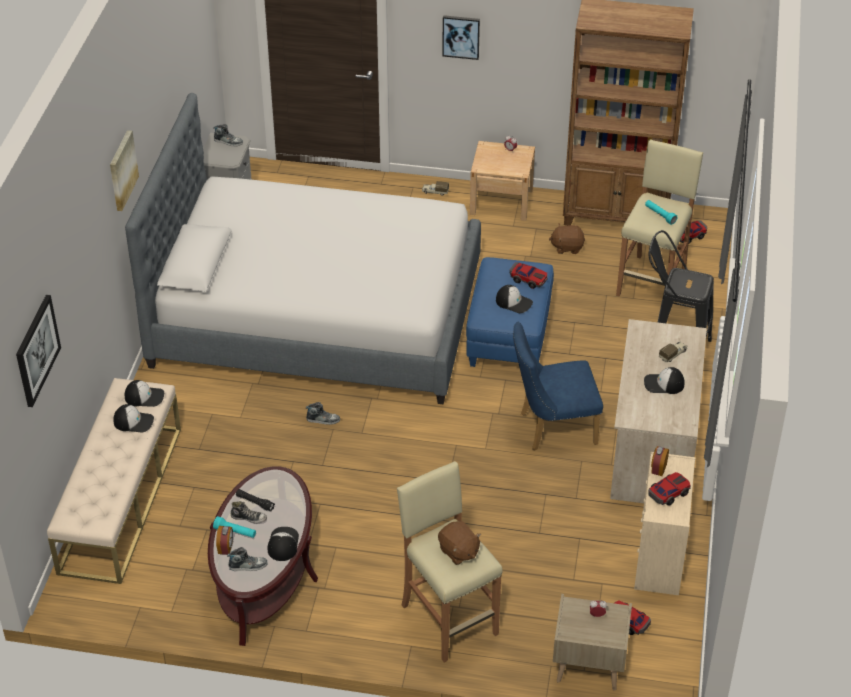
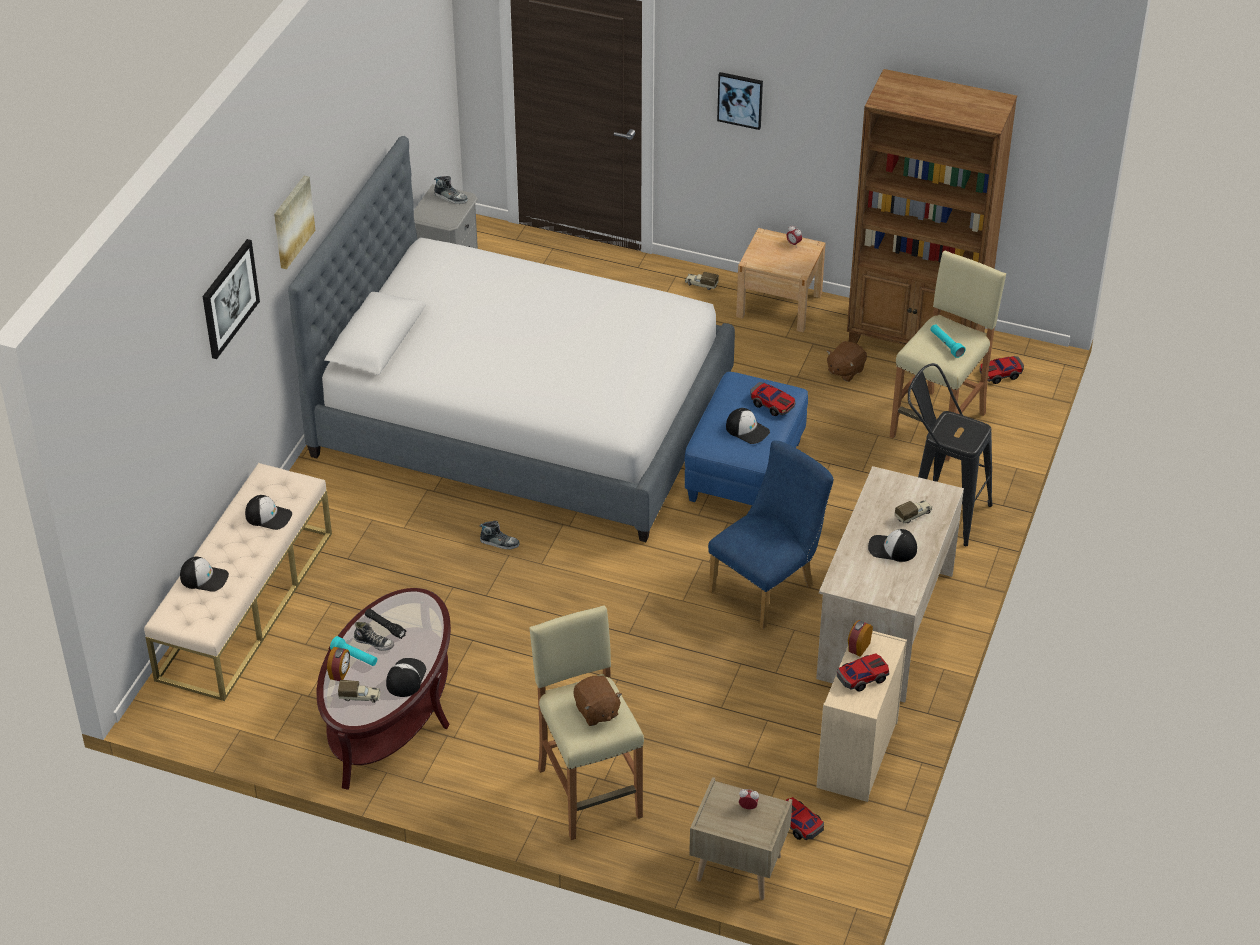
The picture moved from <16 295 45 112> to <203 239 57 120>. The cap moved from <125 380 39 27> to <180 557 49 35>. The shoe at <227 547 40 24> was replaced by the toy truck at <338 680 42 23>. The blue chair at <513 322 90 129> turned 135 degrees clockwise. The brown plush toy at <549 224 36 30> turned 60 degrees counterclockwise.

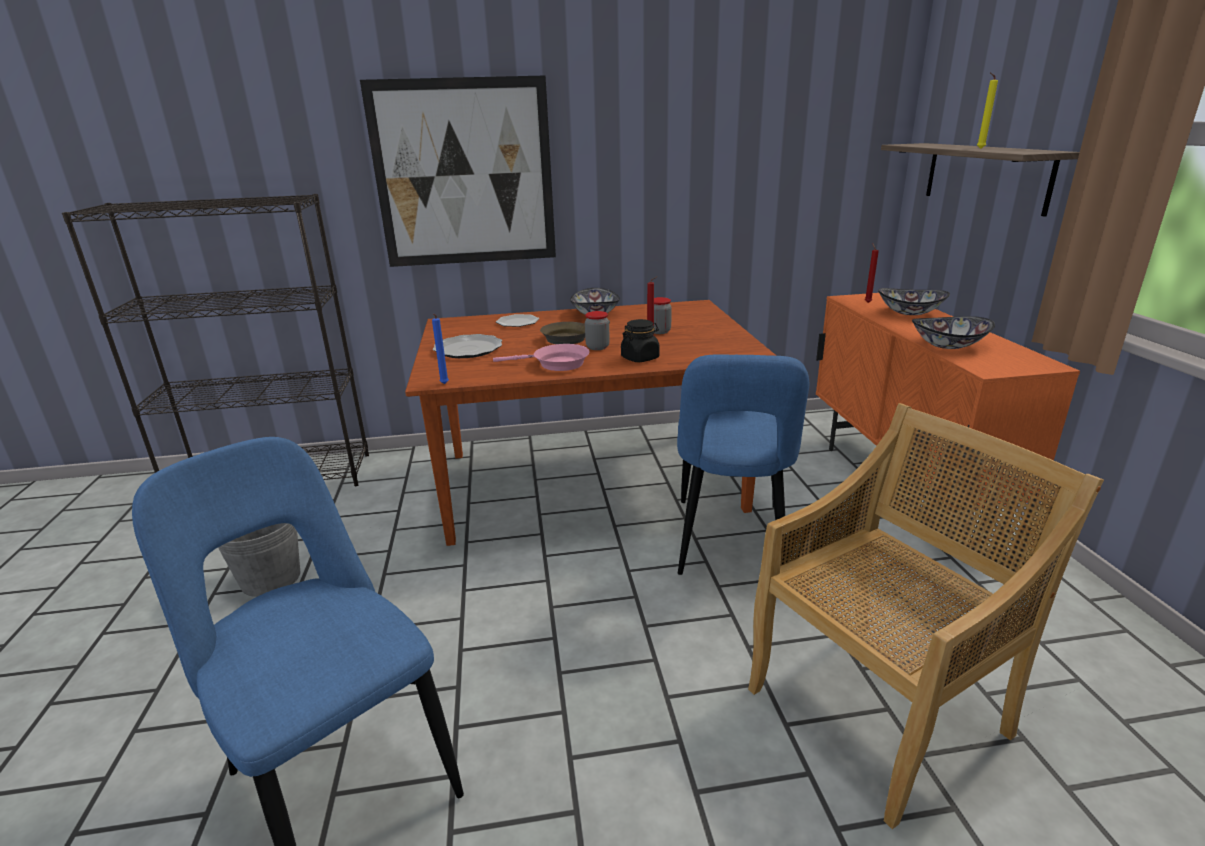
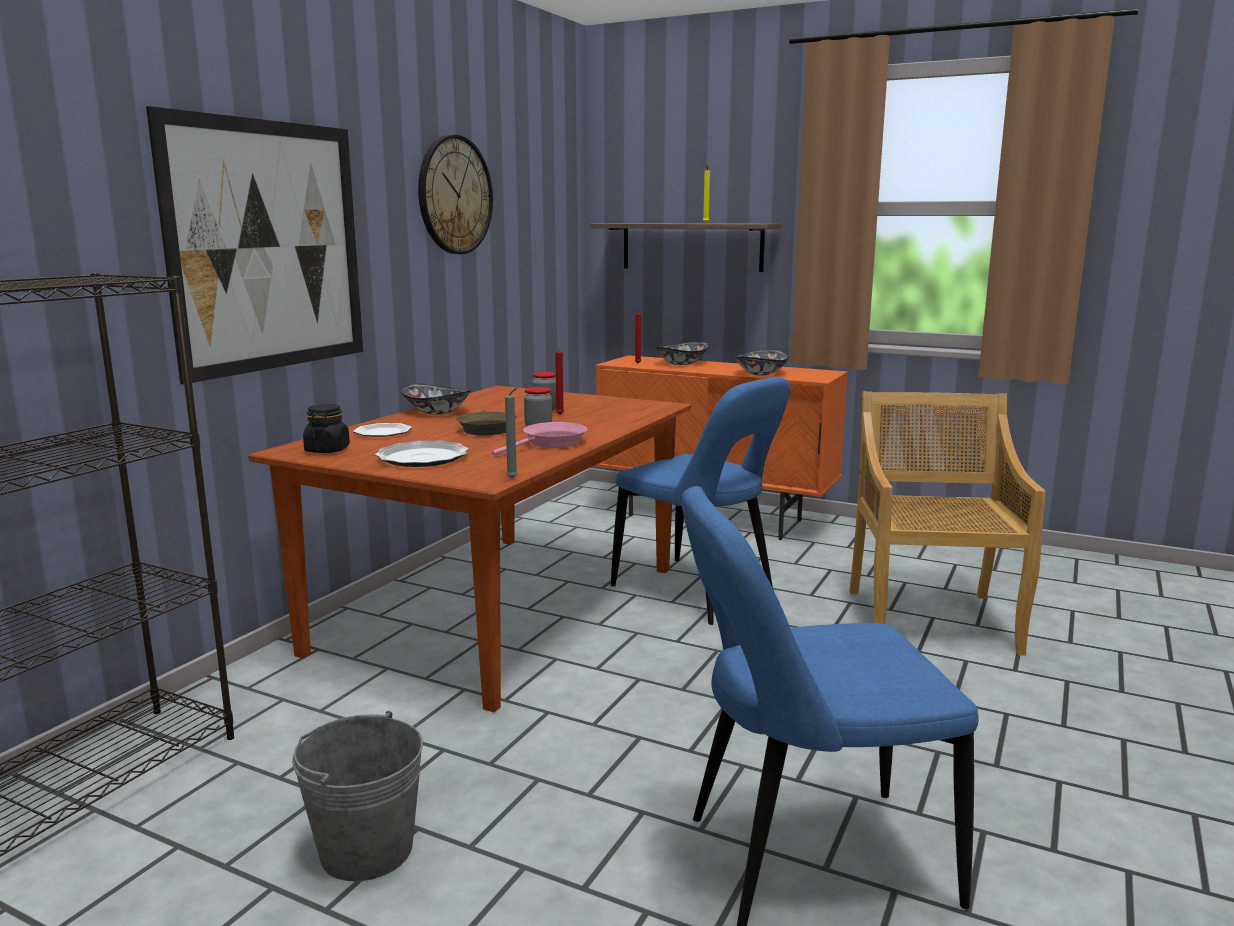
The blue candle at <432 314 17 70> became the grey candle at <505 388 13 91>. The black jar moved from <621 319 39 43> to <303 404 47 49>. The wall clock at <418 135 75 119> appeared.

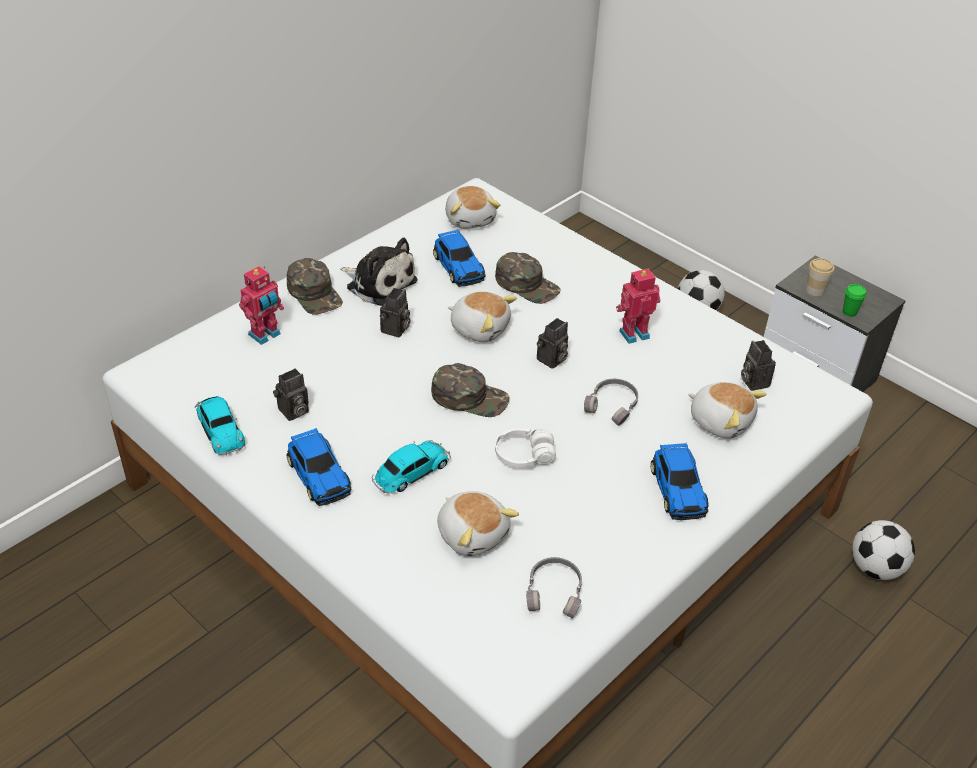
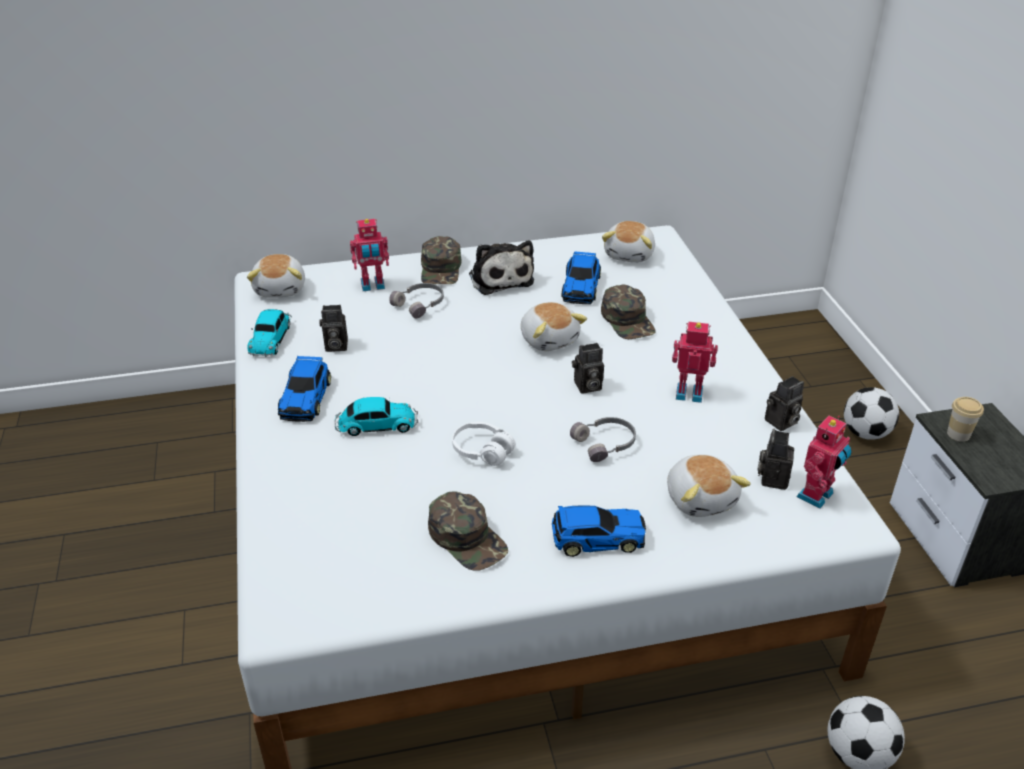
The photo camera moved from <380 288 30 49> to <765 376 39 55>. The green cap moved from <431 363 79 54> to <428 491 80 80>. The plush toy moved from <437 491 82 66> to <247 254 58 44>. The grey headphones moved from <526 557 56 61> to <389 283 55 35>. The toy car at <651 443 58 77> turned 120 degrees counterclockwise. The green cup at <843 284 24 33> disappeared. The toy robot at <796 416 56 93> appeared.

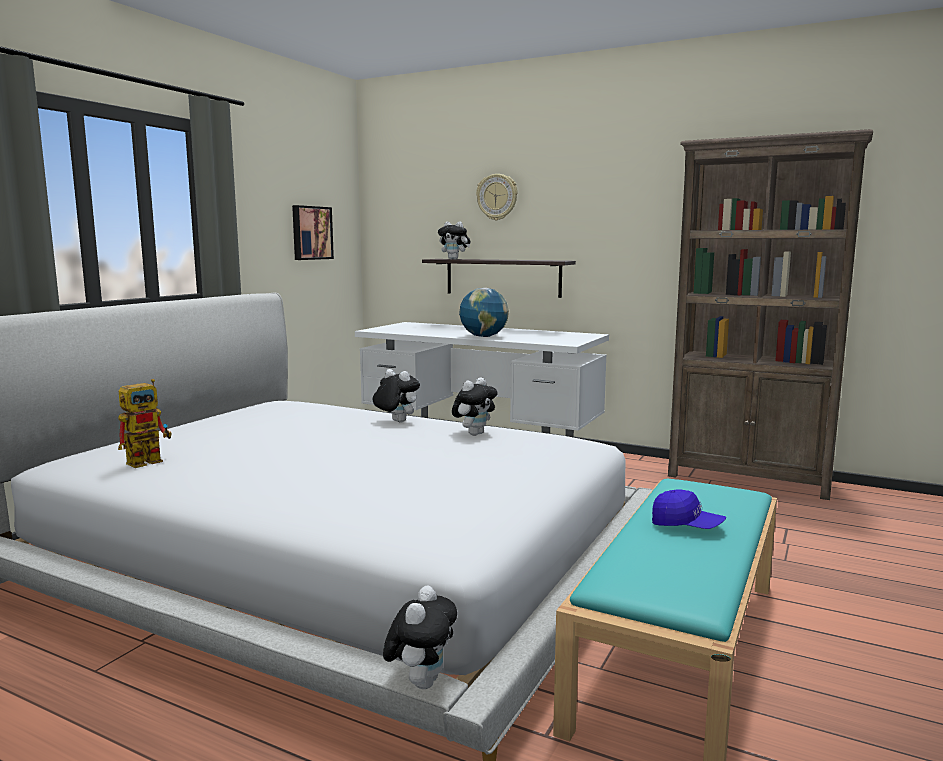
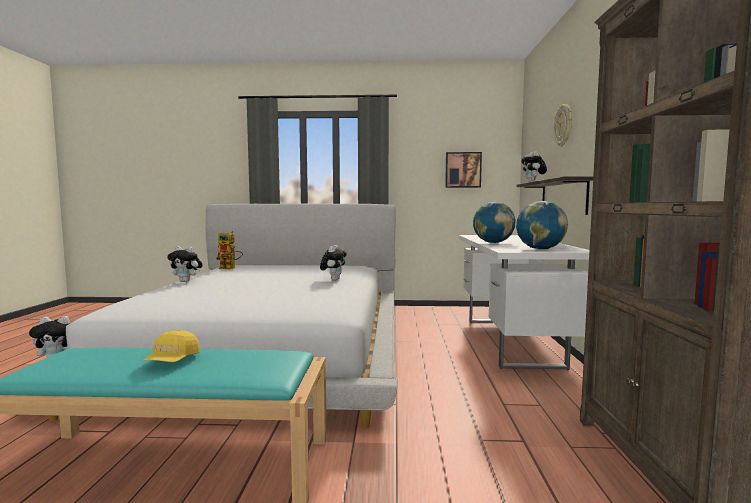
The plush toy moved from <452 377 46 59> to <168 246 34 36>. The blue cap at <652 490 74 39> became the yellow cap at <143 330 57 32>. The globe at <516 201 52 48> appeared.

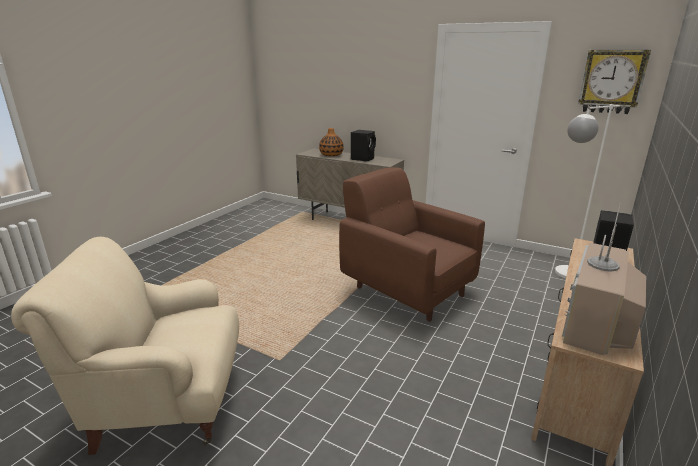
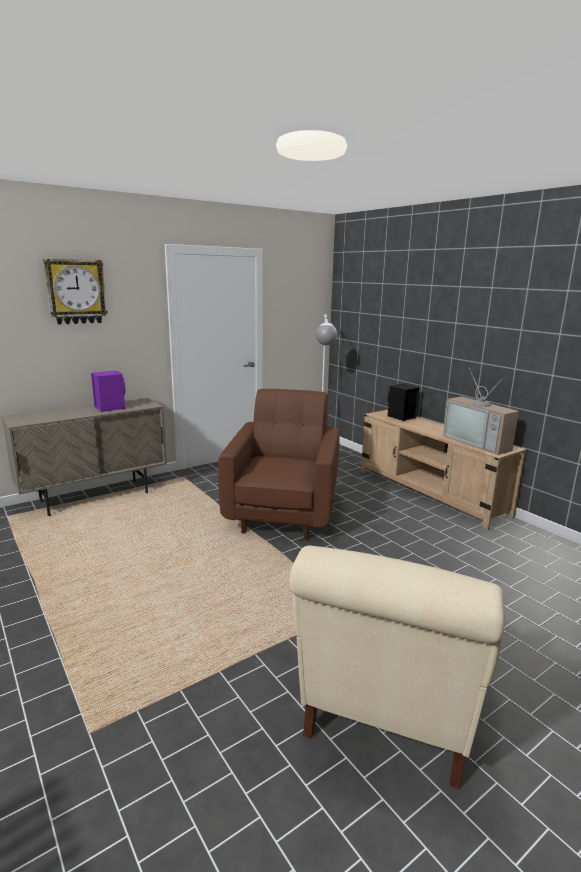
The vase at <319 128 25 28> disappeared. The brown armchair at <339 167 146 155> turned 120 degrees clockwise. The black speaker at <351 130 25 32> became the purple speaker at <91 370 34 42>. The wall clock moved from <578 50 73 64> to <43 259 65 66>.

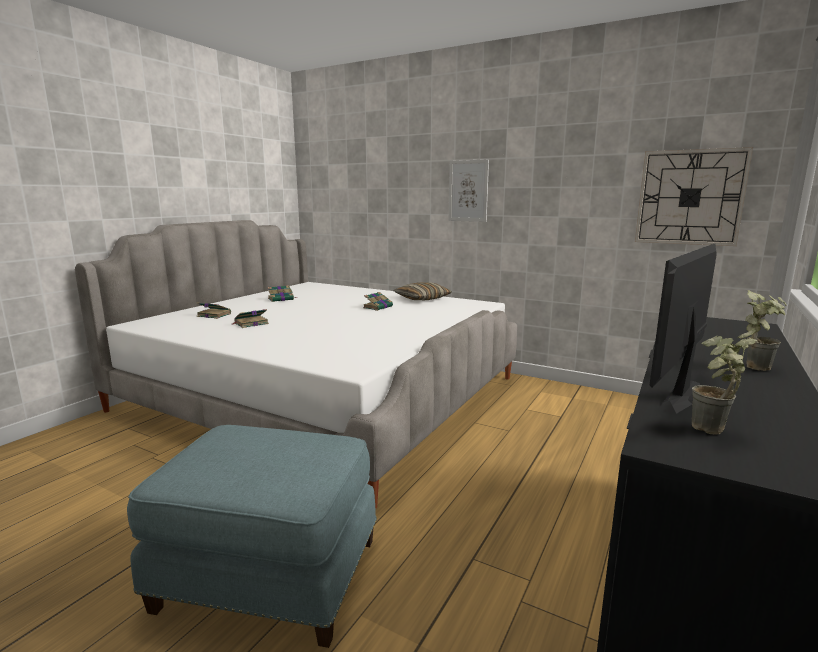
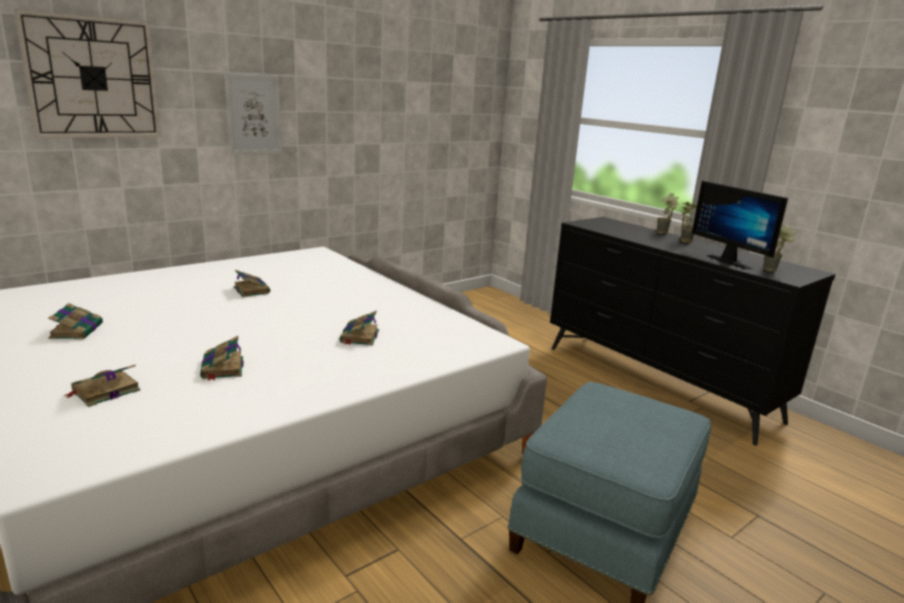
The pillow at <394 282 58 18> disappeared. The wall clock moved from <635 147 118 99> to <14 9 147 129>. The book at <340 311 39 35> appeared. The potted plant at <657 193 22 41> appeared.

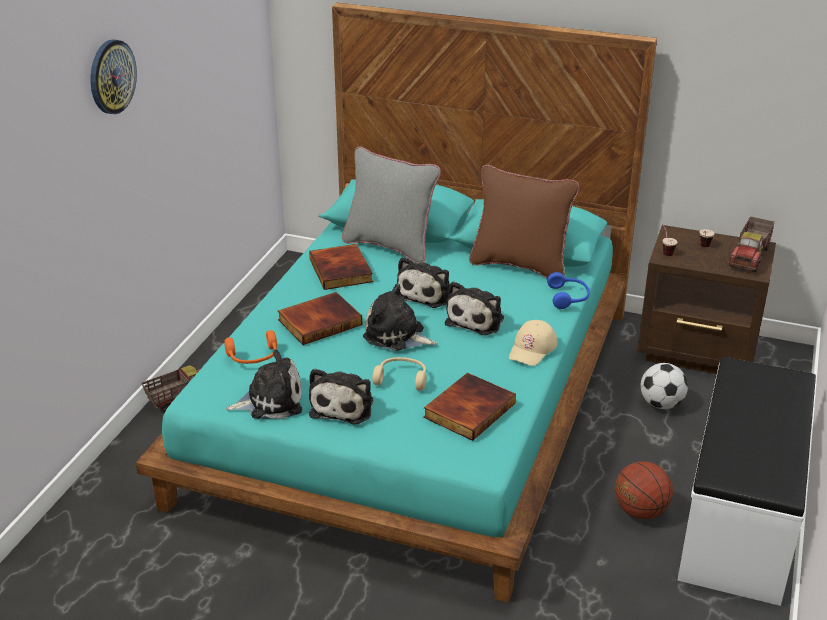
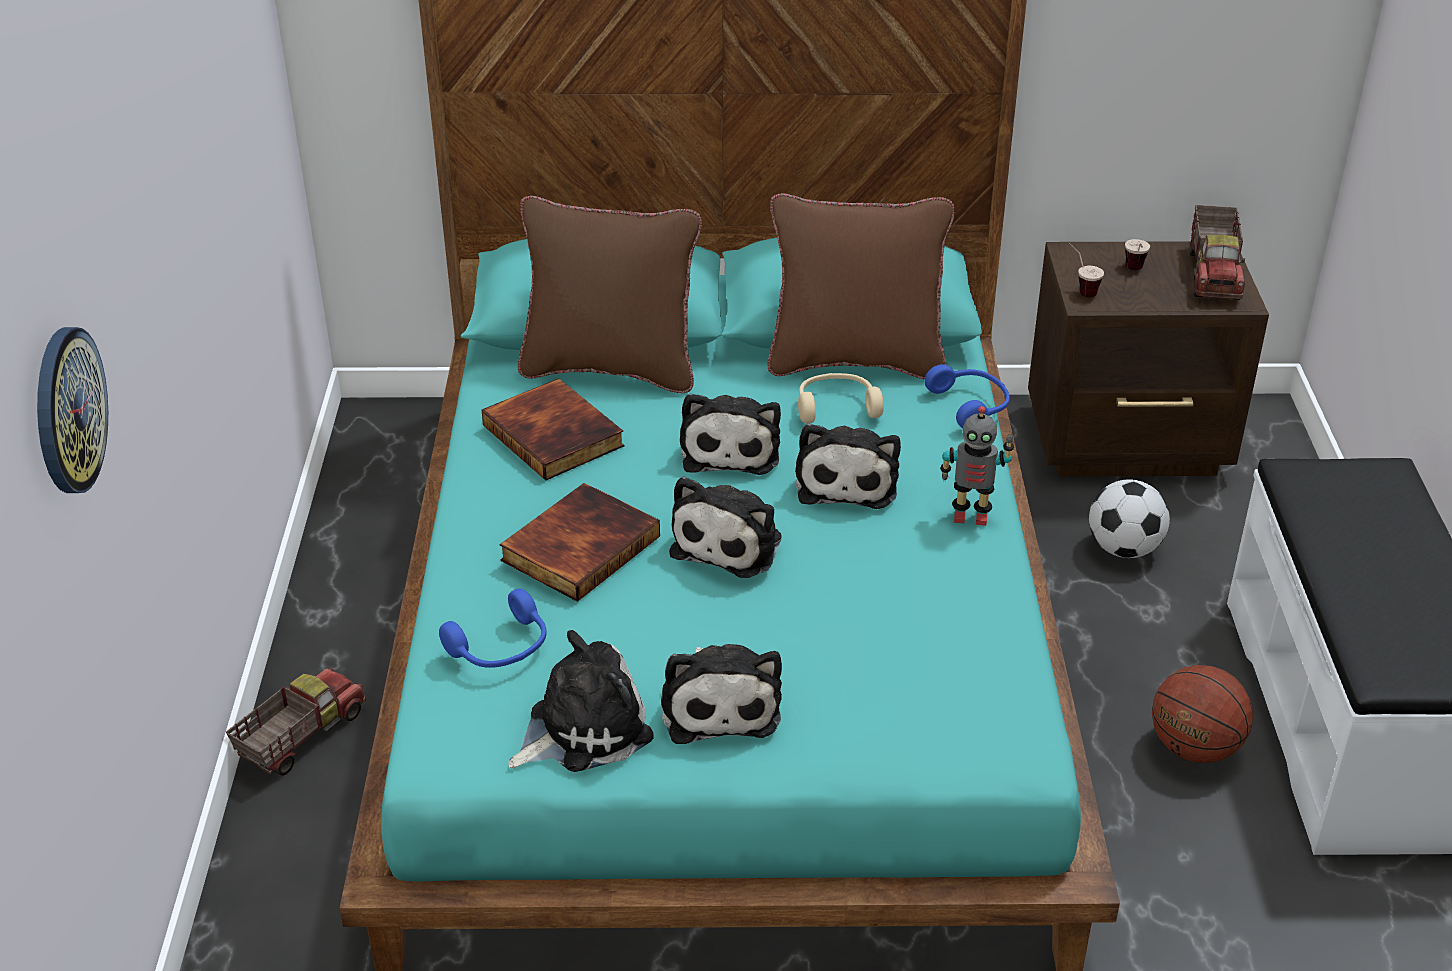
The wall clock moved from <90 39 47 75> to <37 327 71 166>. The orange headphones at <224 330 53 34> became the blue headphones at <439 589 108 79>. The grey pillow at <342 146 99 117> became the brown pillow at <518 196 184 197>. The plush toy at <363 284 74 67> turned 75 degrees counterclockwise. The beige headphones moved from <372 357 55 34> to <798 373 86 51>. The book at <423 373 93 68> disappeared. The beige cap at <509 320 48 46> was replaced by the toy robot at <940 406 74 120>.

